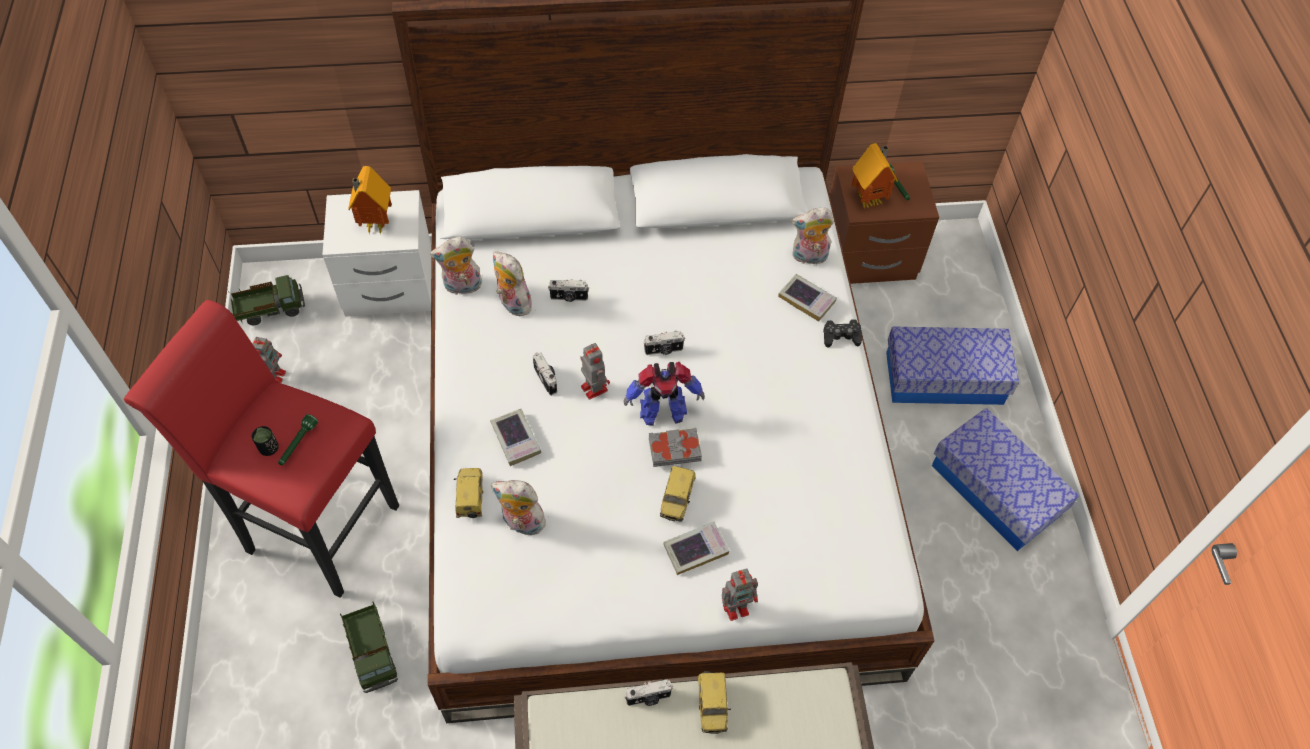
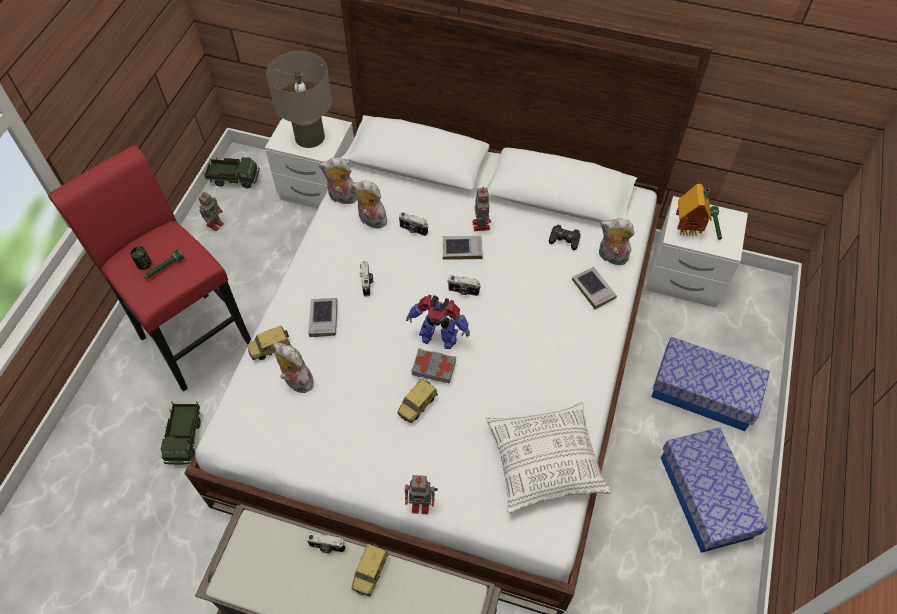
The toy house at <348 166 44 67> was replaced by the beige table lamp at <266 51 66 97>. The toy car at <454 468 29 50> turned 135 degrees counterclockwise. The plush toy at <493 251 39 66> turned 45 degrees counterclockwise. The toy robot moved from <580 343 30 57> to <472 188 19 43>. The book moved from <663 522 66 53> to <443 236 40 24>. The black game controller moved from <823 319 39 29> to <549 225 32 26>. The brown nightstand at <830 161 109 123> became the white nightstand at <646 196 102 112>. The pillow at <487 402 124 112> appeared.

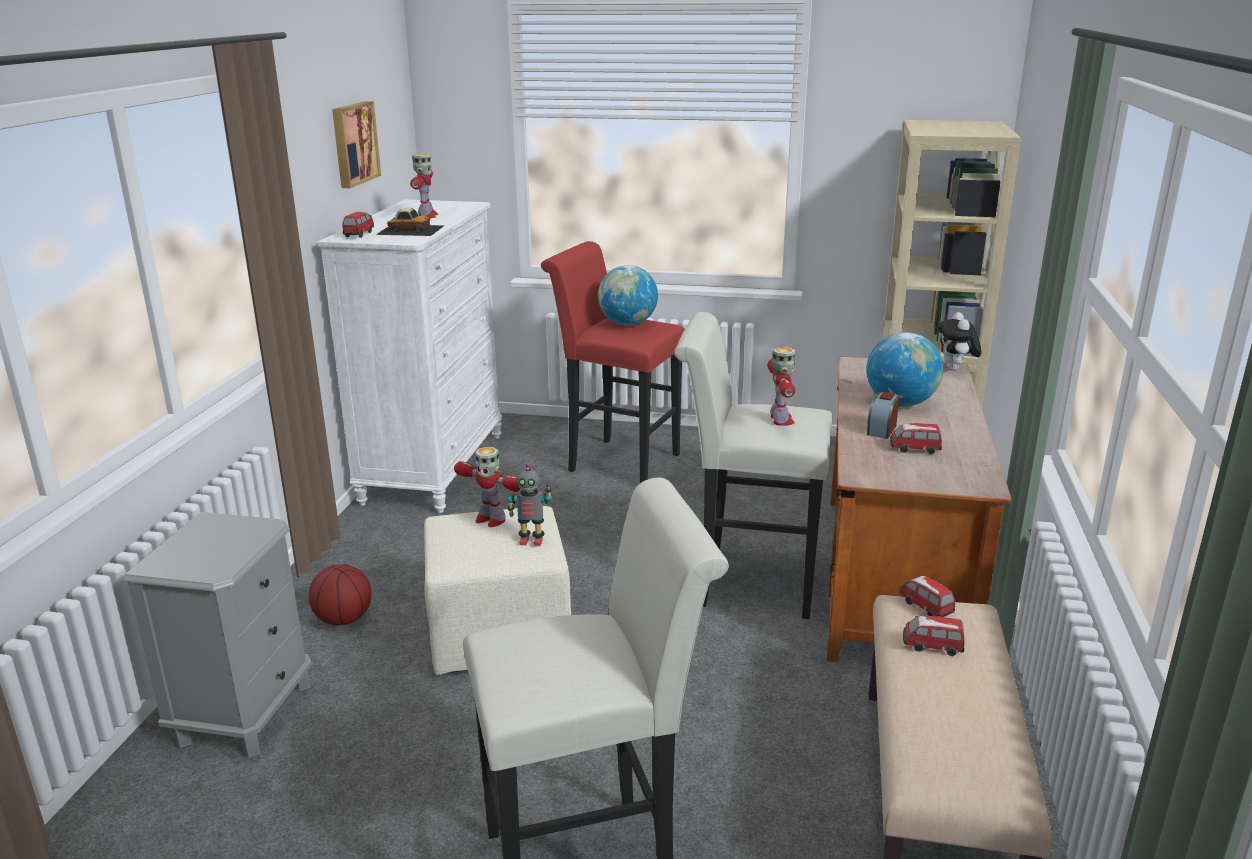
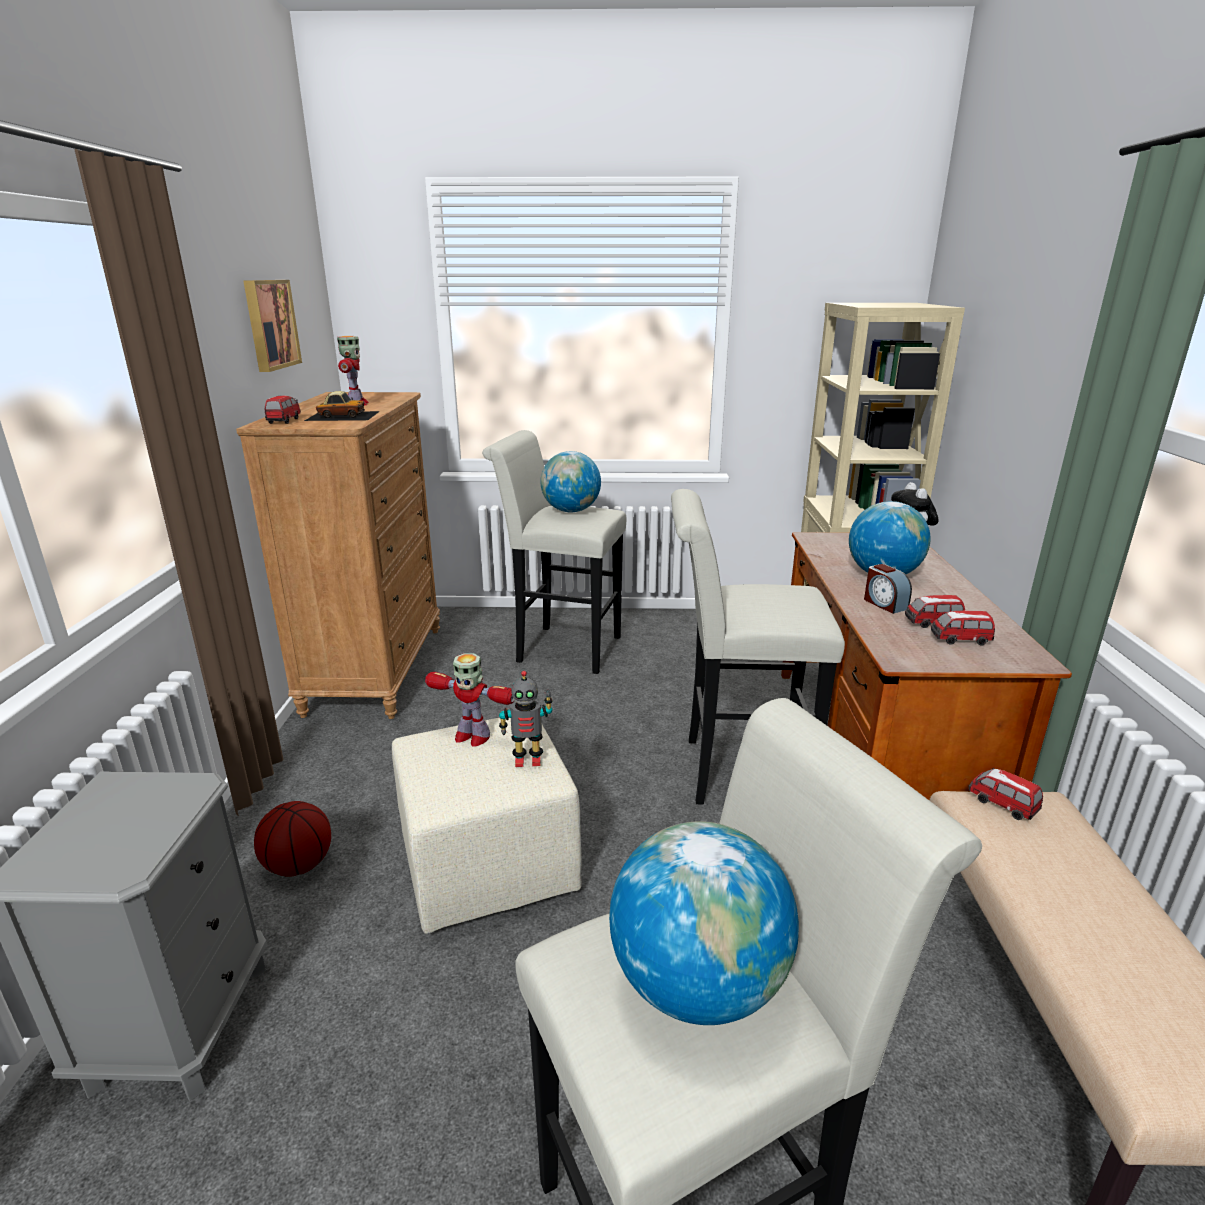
The white dresser at <318 199 184 314> became the brown dresser at <236 392 204 327>. The red stool at <541 241 144 242> became the white stool at <482 430 144 244>. The toy robot at <767 347 29 79> disappeared. The alarm clock at <867 392 33 47> turned 45 degrees counterclockwise. The toy car moved from <903 616 62 40> to <931 611 64 34>. The globe at <609 821 190 204> appeared.

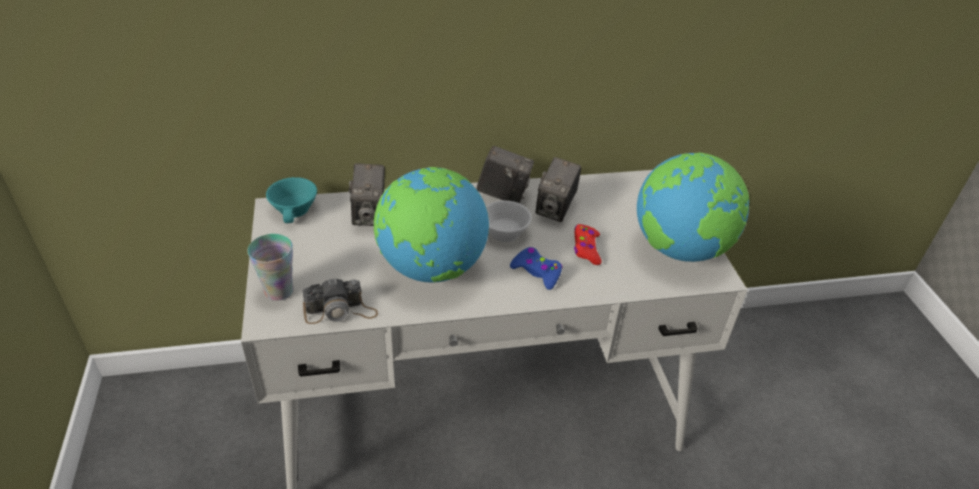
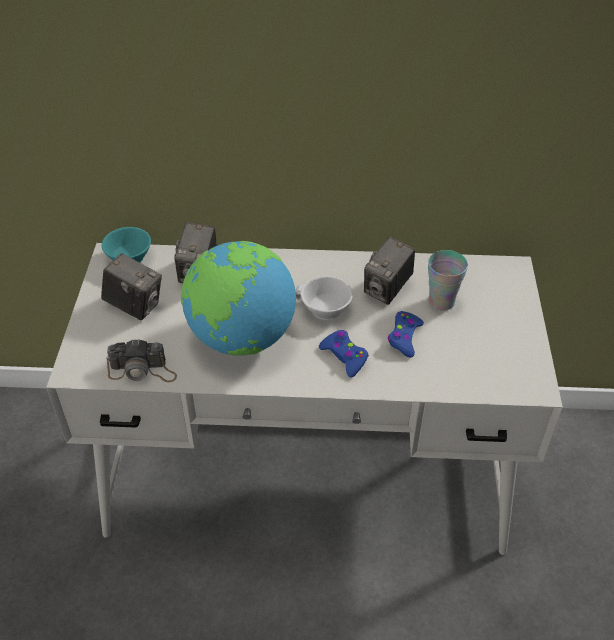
The cup moved from <247 234 46 67> to <428 250 40 61>. The photo camera moved from <477 146 57 57> to <101 253 61 67>. The red game controller at <574 224 28 41> became the blue game controller at <388 311 36 47>. The globe at <637 153 112 109> disappeared.

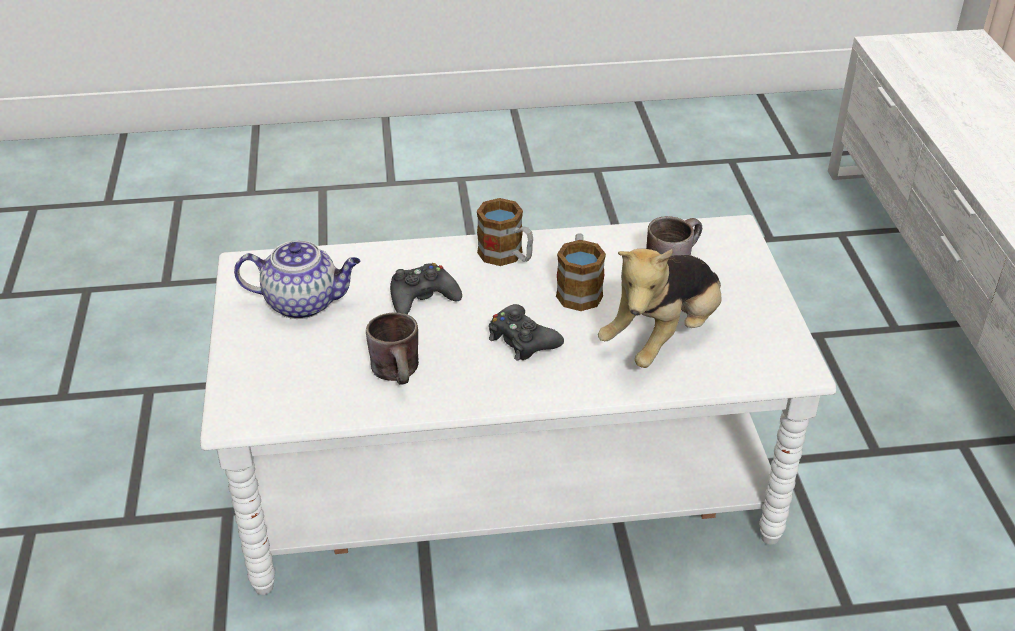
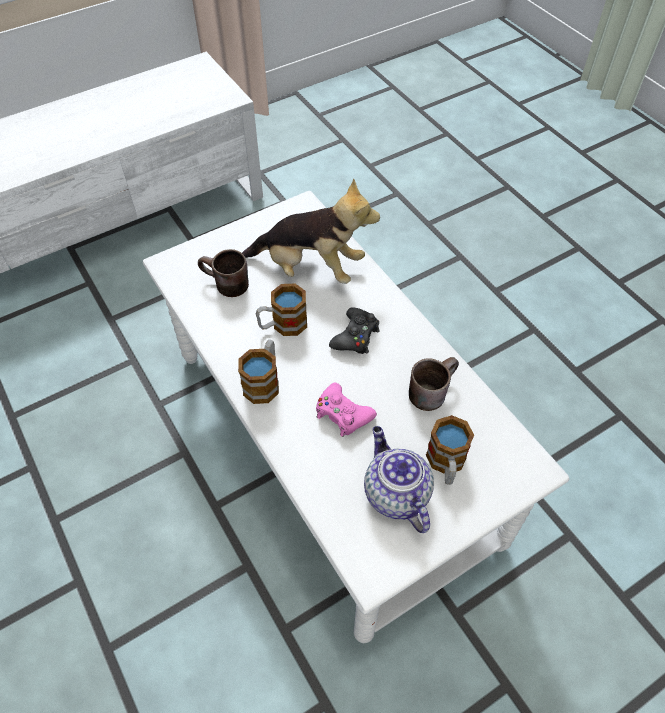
The black game controller at <390 263 72 51> became the pink game controller at <316 382 61 55>. The mug at <426 415 48 70> appeared.

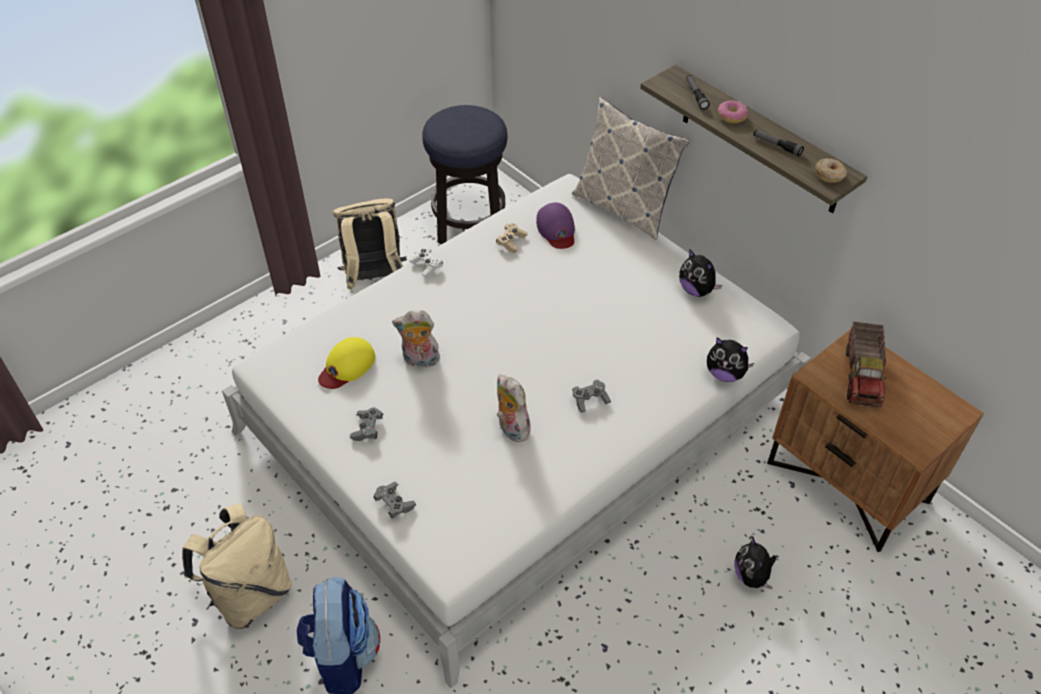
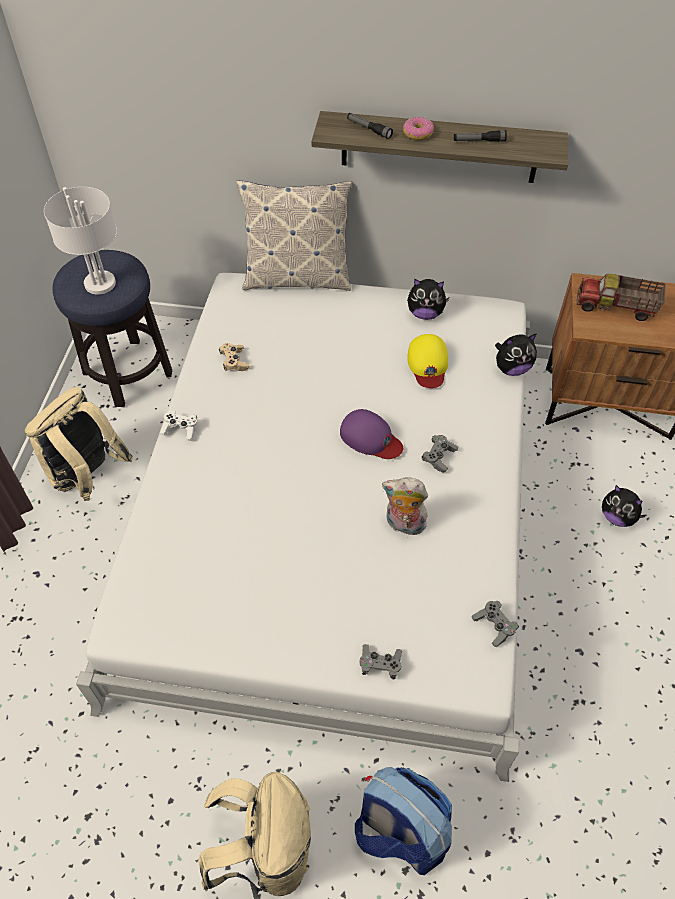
The yellow cap moved from <318 337 57 52> to <407 334 41 54>. The grey game controller moved from <350 407 33 34> to <472 601 47 46>. The plush toy at <392 310 48 58> disappeared. The purple cap moved from <536 202 39 47> to <340 409 63 50>. The donut at <815 158 32 25> disappeared. The toy truck at <846 321 41 86> turned 135 degrees clockwise. The white table lamp at <44 187 73 108> appeared.

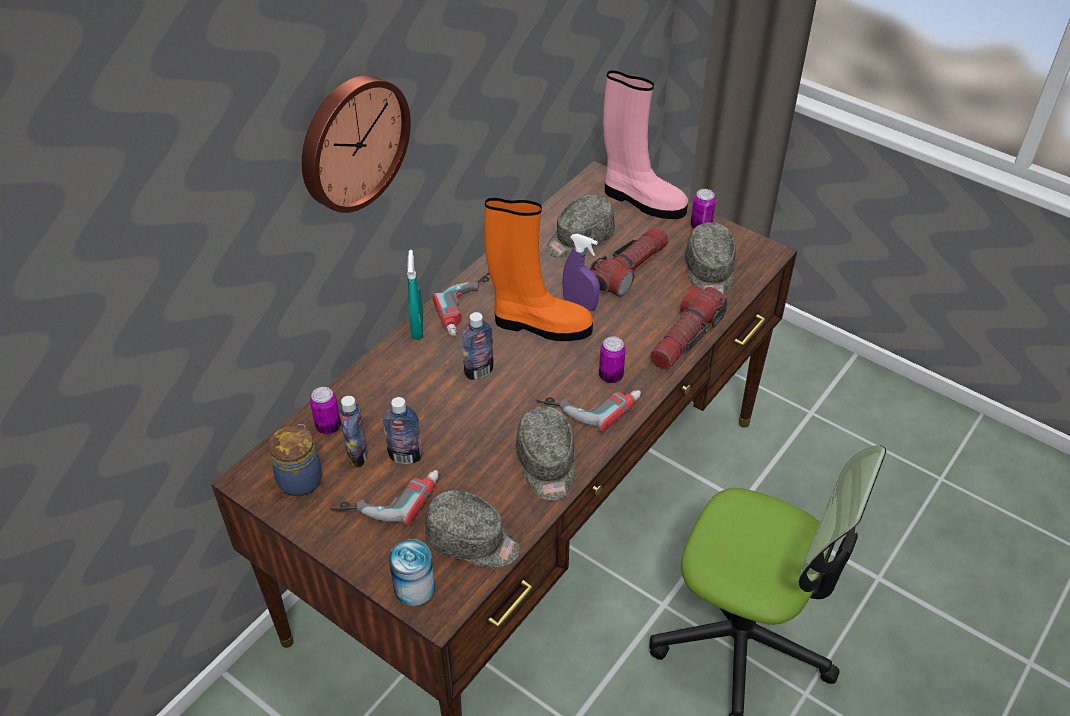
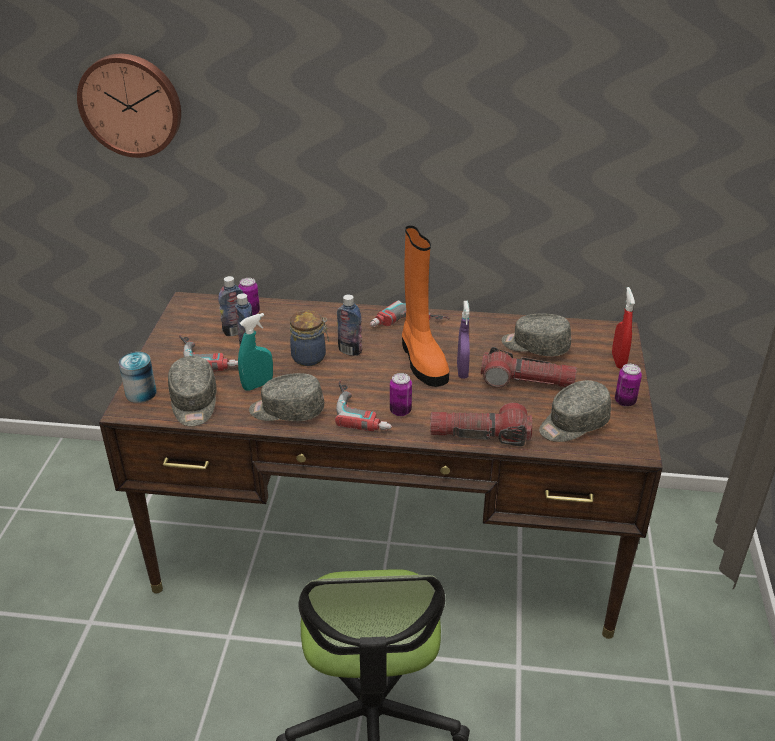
The jar moved from <269 424 53 72> to <290 311 39 55>. The wall clock moved from <302 75 109 138> to <77 54 104 104>. The turquoise spray bottle moved from <407 250 16 90> to <238 313 35 78>. The grey cap at <516 406 59 95> turned 45 degrees clockwise. The pink boot at <603 70 85 149> was replaced by the red spray bottle at <612 287 23 81>.

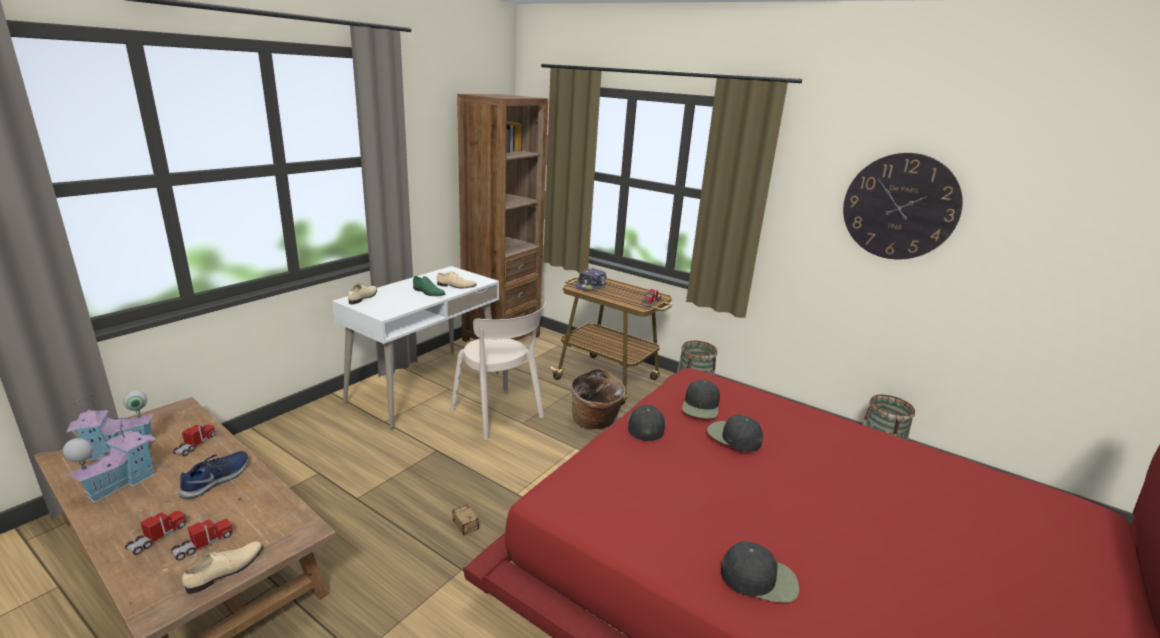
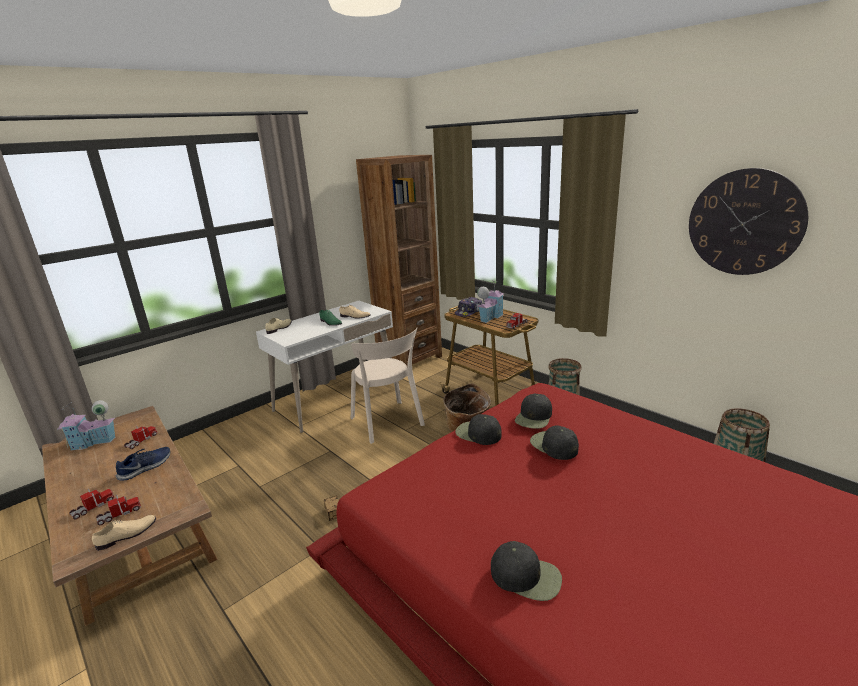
The toy house moved from <63 417 94 86> to <477 280 27 43>. The black cap at <628 405 38 36> turned 75 degrees counterclockwise.

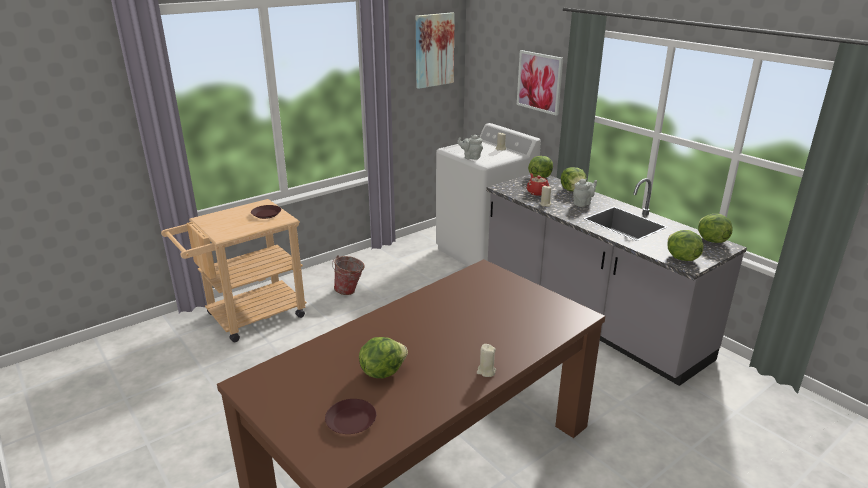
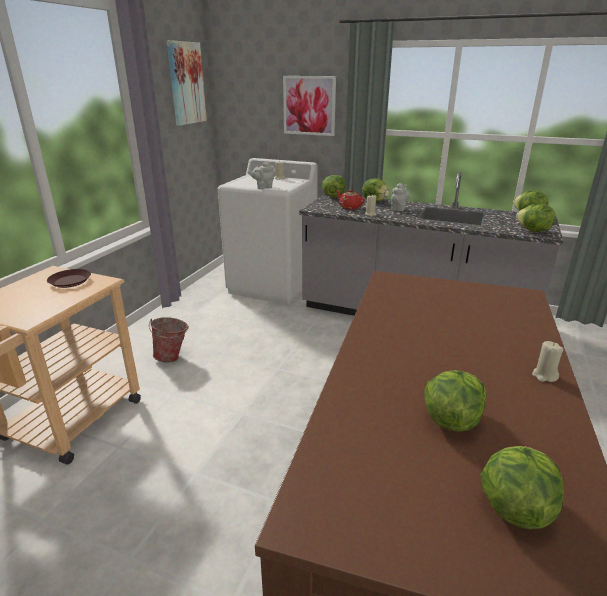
The brown plate at <325 399 51 35> was replaced by the lettuce at <480 446 84 83>.

